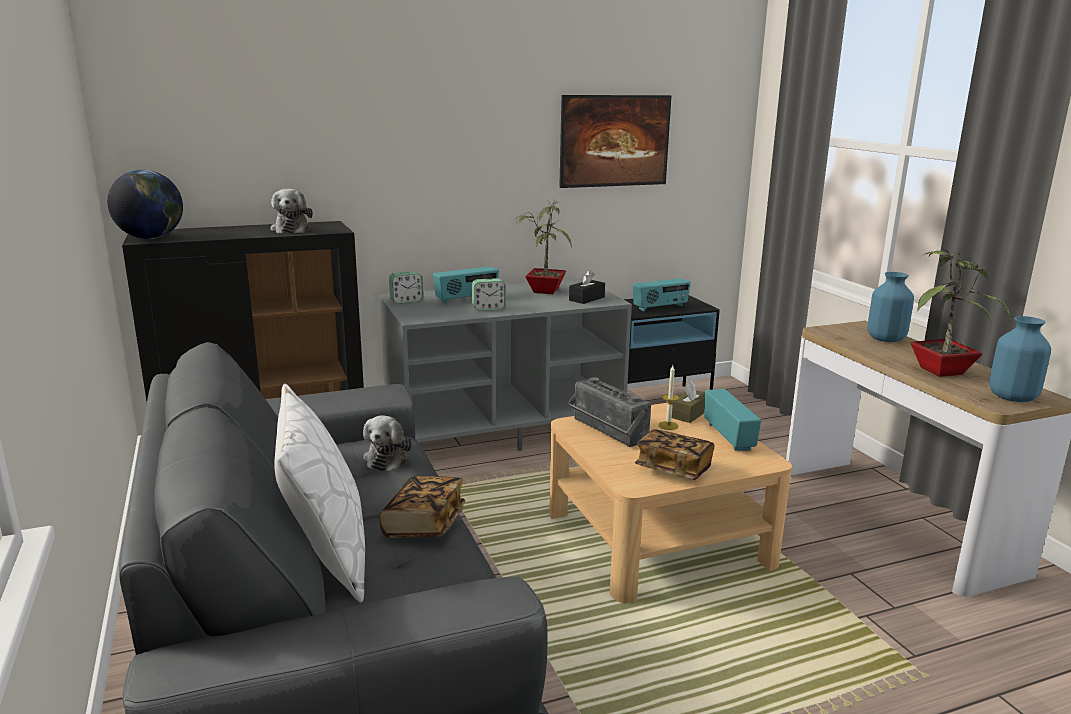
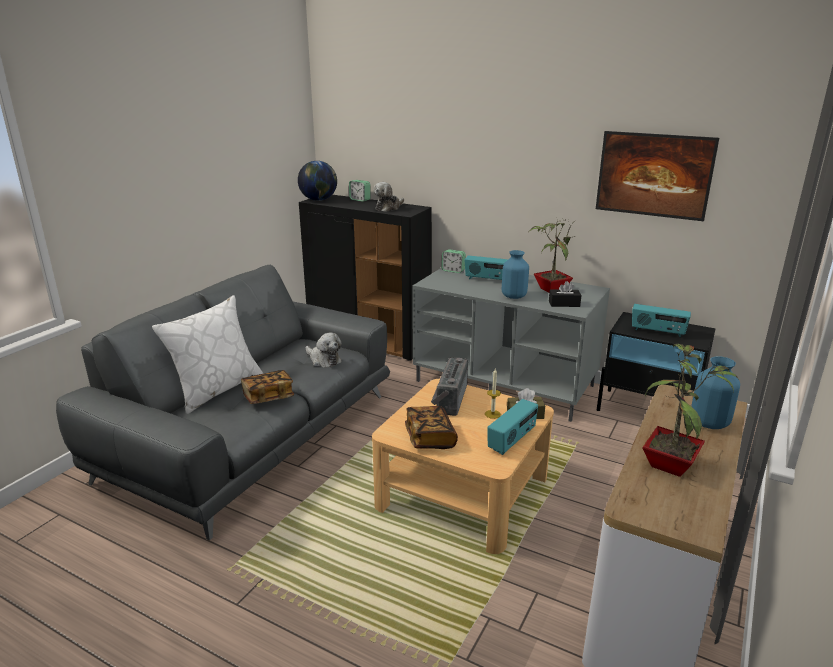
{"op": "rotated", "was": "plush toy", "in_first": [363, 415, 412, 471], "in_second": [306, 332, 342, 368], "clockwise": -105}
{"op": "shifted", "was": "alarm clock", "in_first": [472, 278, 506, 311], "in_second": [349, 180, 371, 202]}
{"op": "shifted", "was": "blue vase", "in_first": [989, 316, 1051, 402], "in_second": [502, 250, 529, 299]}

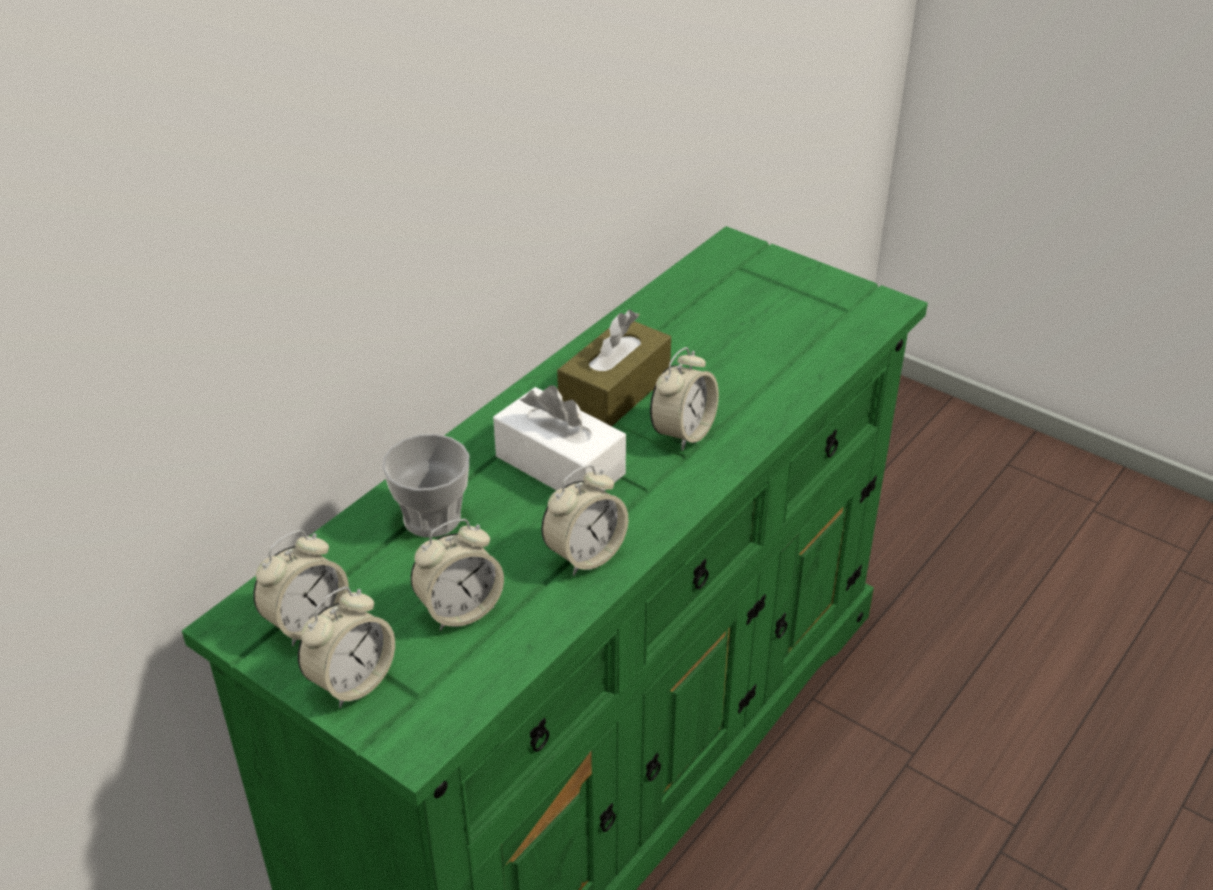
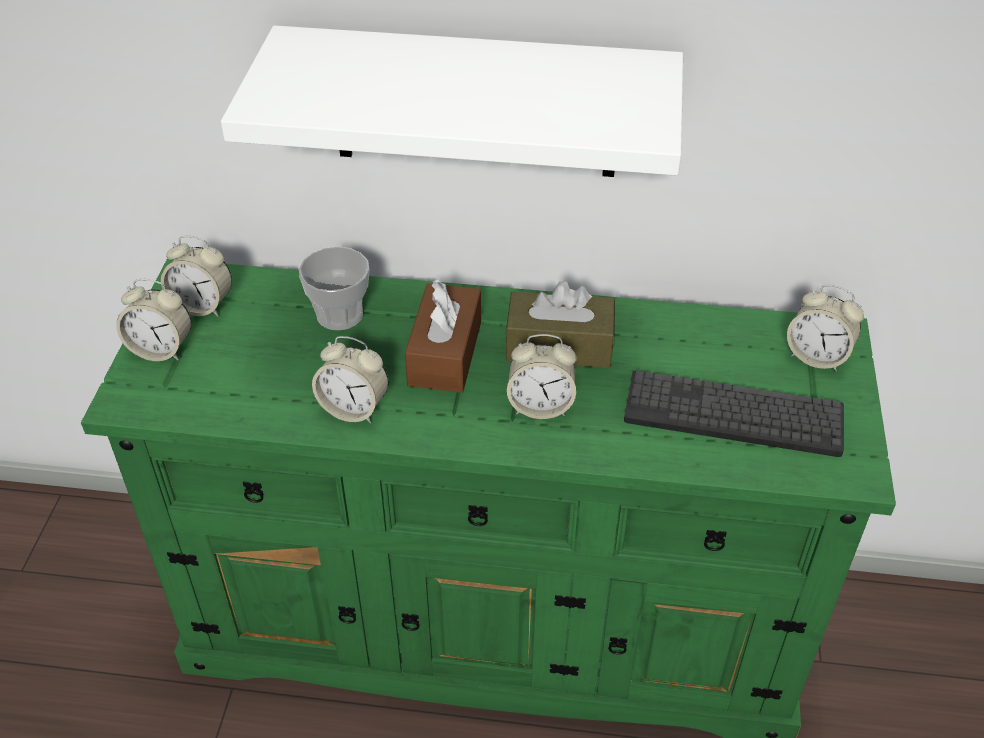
{"op": "shifted", "was": "alarm clock", "in_first": [411, 519, 504, 631], "in_second": [787, 284, 864, 372]}
{"op": "repainted", "was": "white tissue box", "now": "brown tissue box", "in_first": [493, 385, 626, 491], "in_second": [405, 280, 481, 393]}
{"op": "new", "now": "white shelf", "in_second": [221, 25, 683, 177]}
{"op": "new", "now": "keyboard", "in_second": [624, 370, 844, 457]}

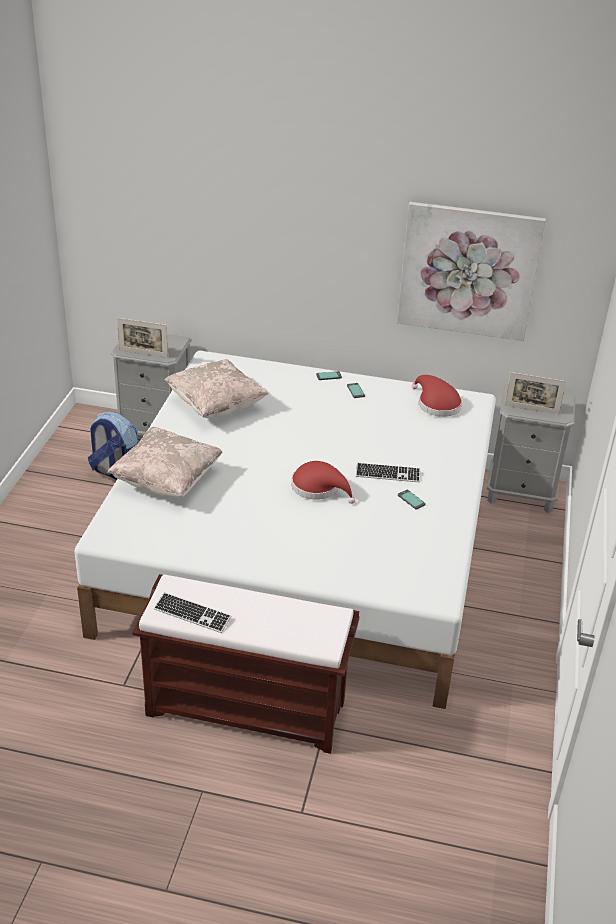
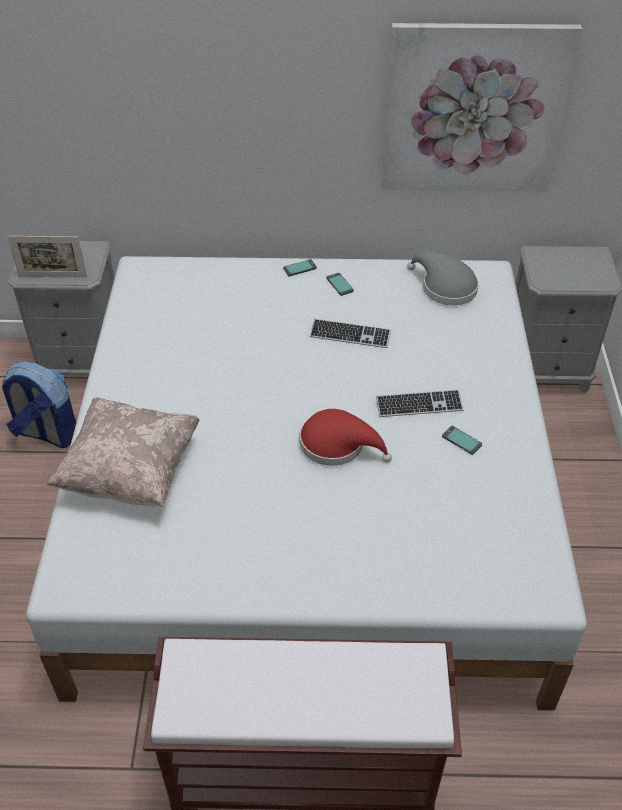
{"op": "shifted", "was": "keyboard", "in_first": [154, 592, 232, 633], "in_second": [310, 319, 391, 348]}
{"op": "gone", "was": "beige pillow", "in_first": [165, 359, 269, 418]}
{"op": "repainted", "was": "red hat", "now": "grey hat", "in_first": [411, 375, 462, 417], "in_second": [407, 251, 479, 305]}
{"op": "gone", "was": "picture frame", "in_first": [505, 372, 566, 415]}

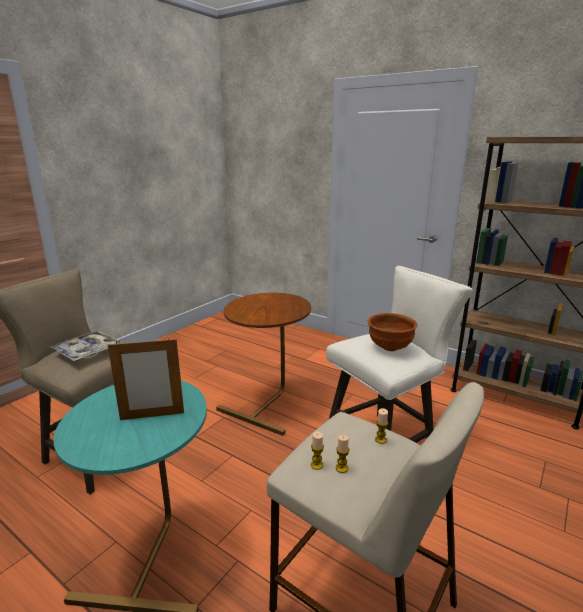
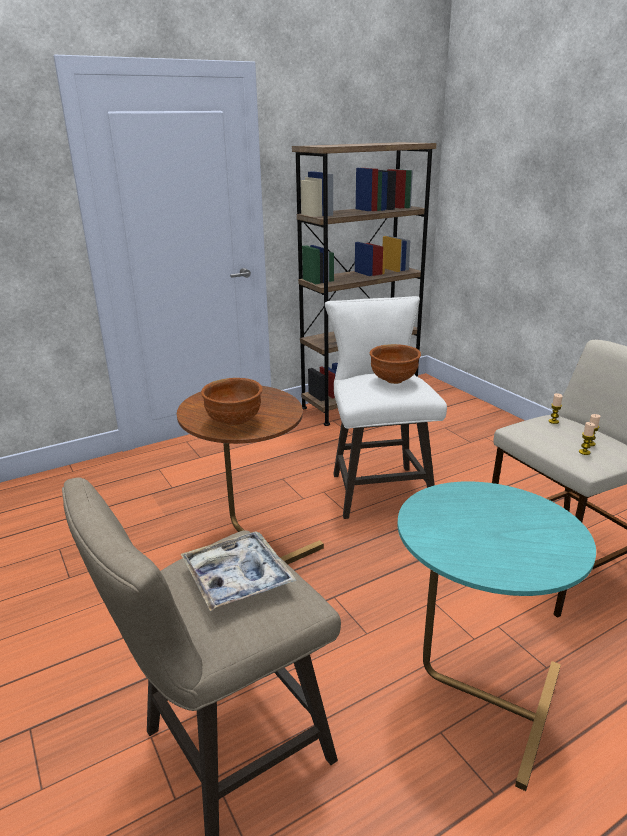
{"op": "gone", "was": "picture frame", "in_first": [108, 337, 184, 420]}
{"op": "new", "now": "brown bowl", "in_second": [201, 378, 263, 426]}

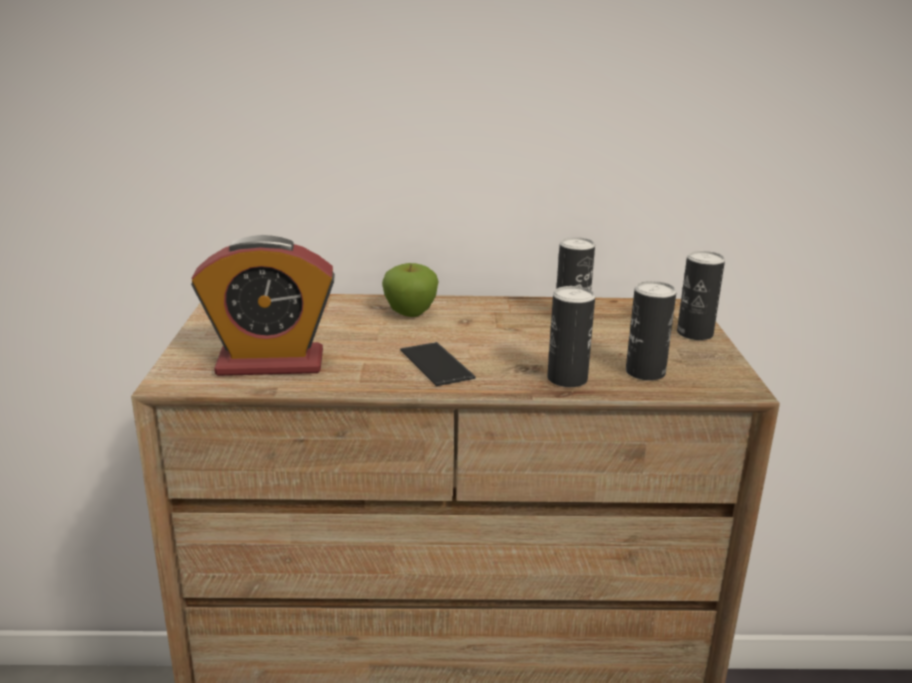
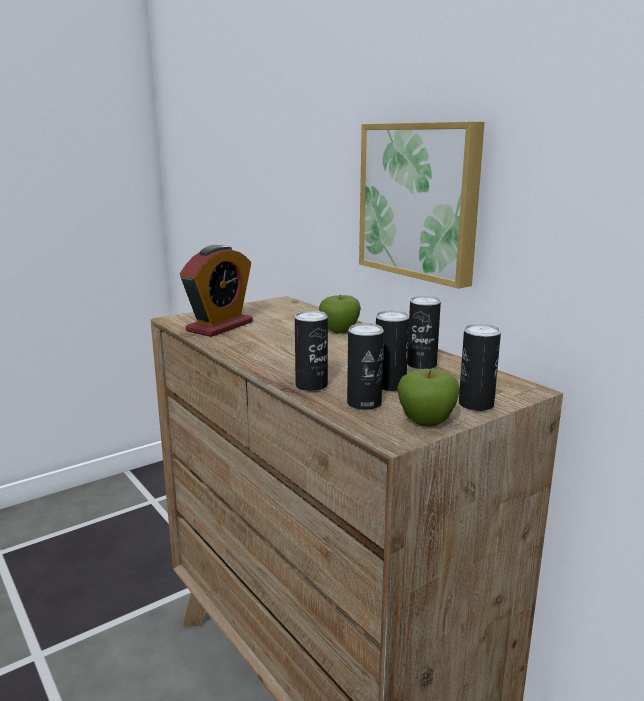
{"op": "rotated", "was": "alarm clock", "in_first": [191, 235, 335, 376], "in_second": [180, 245, 253, 337], "clockwise": -105}
{"op": "gone", "was": "phone", "in_first": [400, 342, 476, 386]}
{"op": "new", "now": "picture", "in_second": [359, 121, 485, 289]}
{"op": "new", "now": "can", "in_second": [376, 310, 409, 391]}
{"op": "new", "now": "apple", "in_second": [397, 369, 460, 427]}

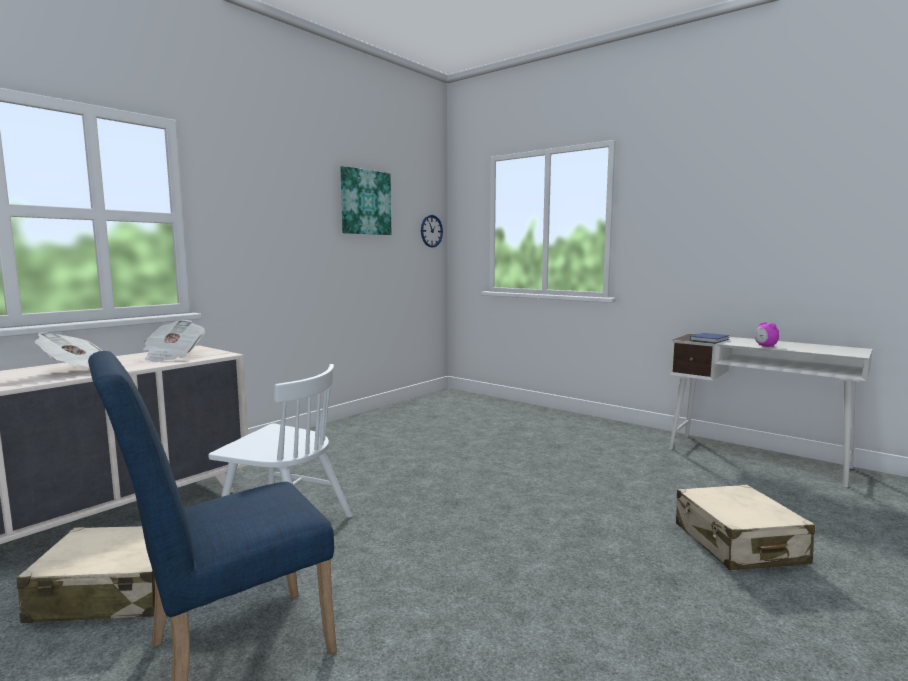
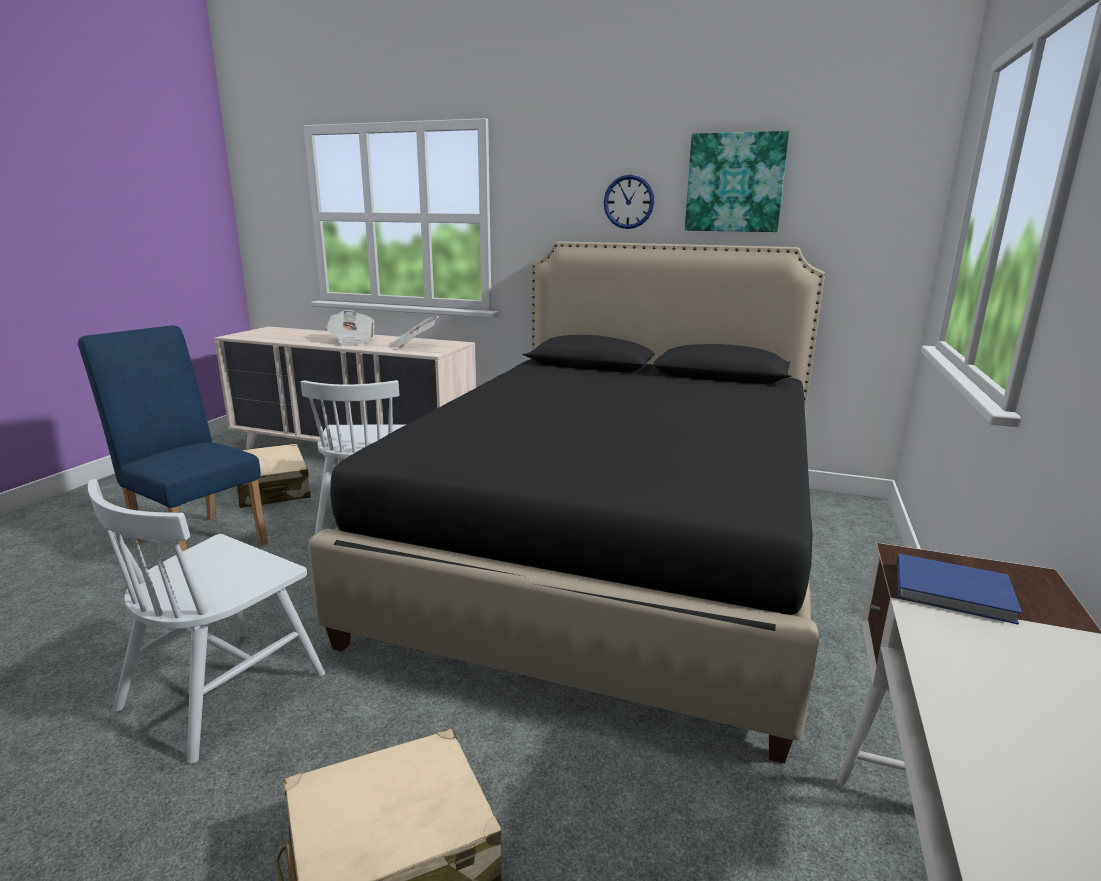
{"op": "shifted", "was": "wall clock", "in_first": [421, 215, 443, 248], "in_second": [604, 175, 654, 229]}
{"op": "gone", "was": "alarm clock", "in_first": [755, 322, 779, 347]}
{"op": "new", "now": "white chair", "in_second": [88, 479, 325, 764]}
{"op": "new", "now": "black bed", "in_second": [308, 241, 825, 764]}

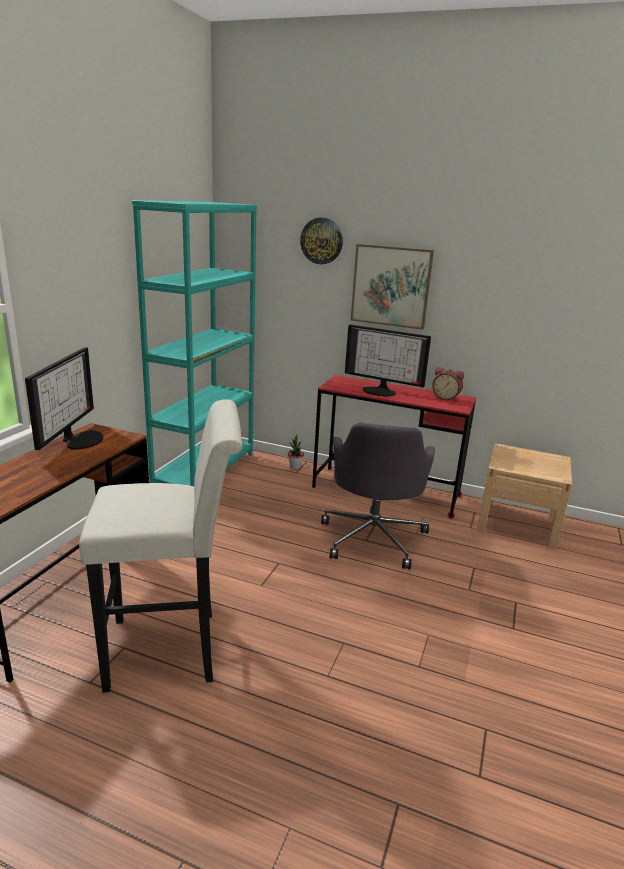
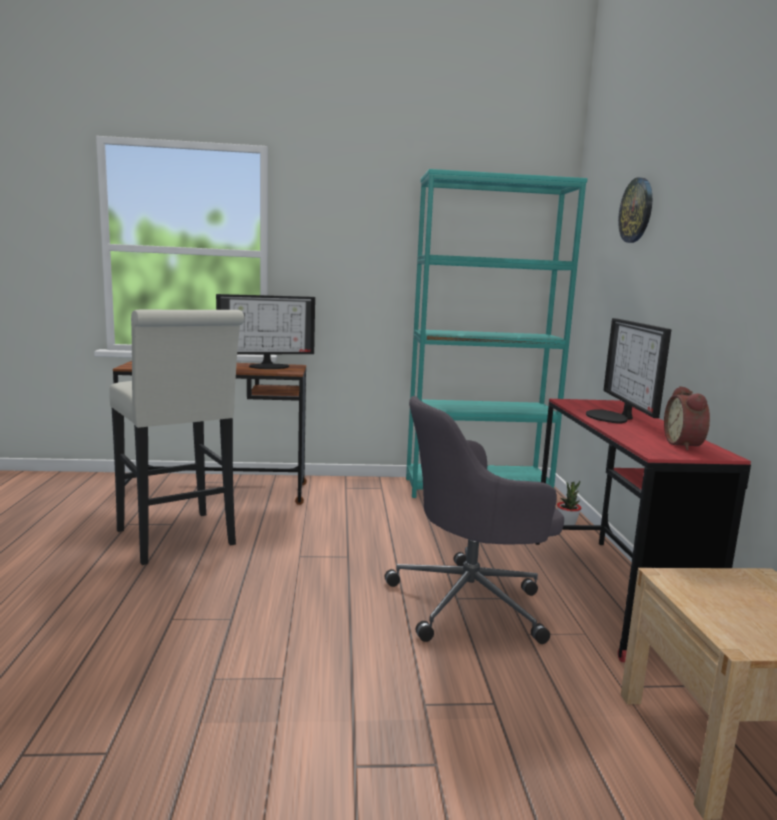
{"op": "gone", "was": "picture", "in_first": [351, 244, 434, 330]}

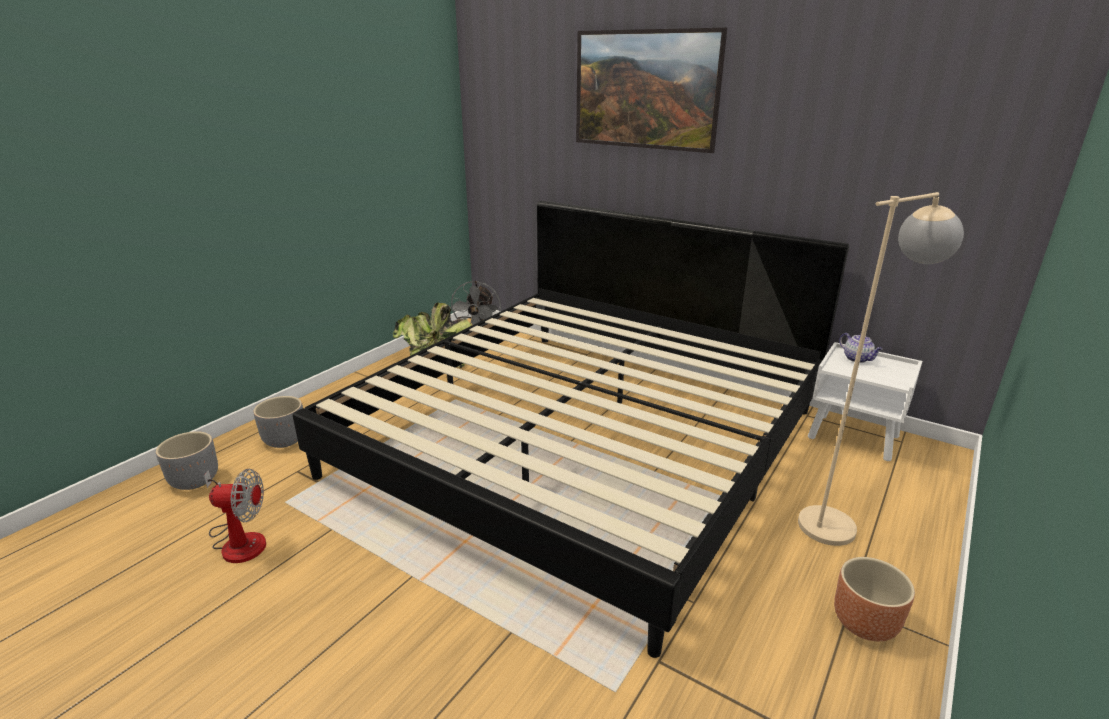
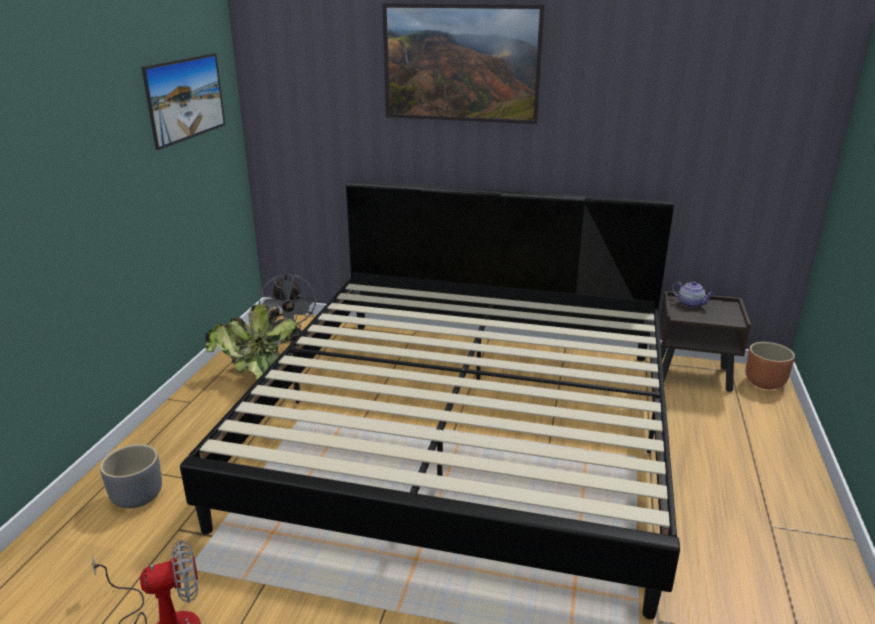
{"op": "gone", "was": "grey planter", "in_first": [156, 431, 218, 490]}
{"op": "gone", "was": "beige floor lamp", "in_first": [798, 192, 964, 546]}
{"op": "repainted", "was": "white nightstand", "now": "brown nightstand", "in_first": [808, 342, 923, 461], "in_second": [660, 291, 751, 392]}
{"op": "shifted", "was": "brown planter", "in_first": [834, 557, 915, 641], "in_second": [746, 342, 795, 389]}
{"op": "new", "now": "picture", "in_second": [141, 53, 225, 150]}

